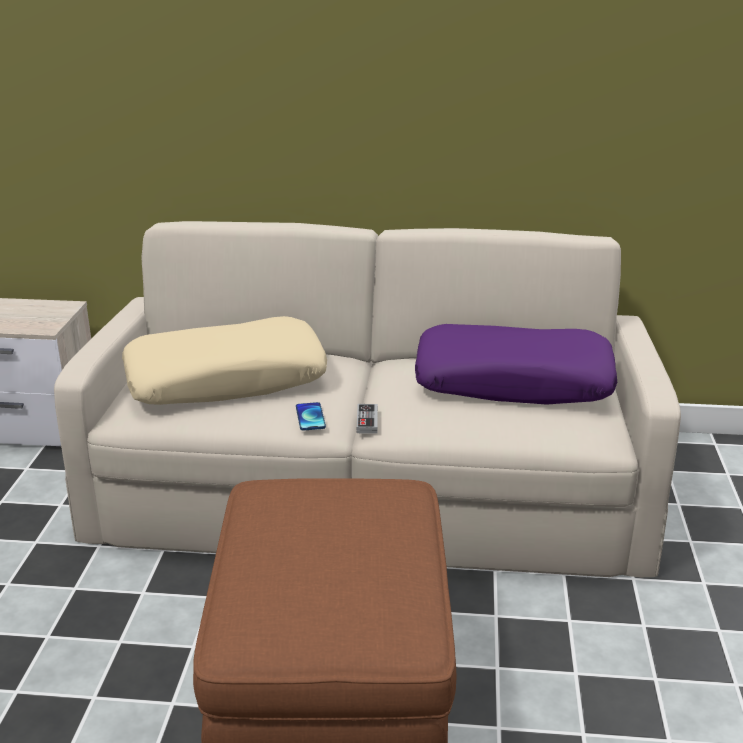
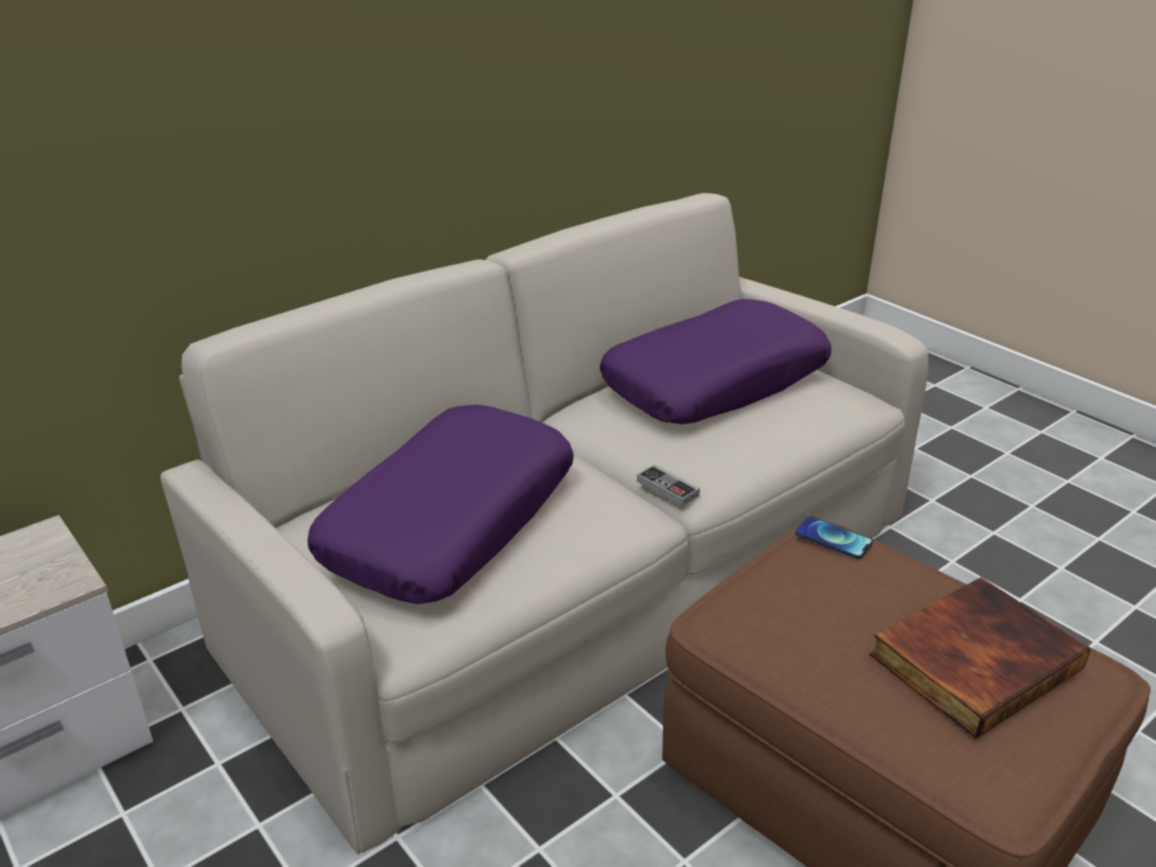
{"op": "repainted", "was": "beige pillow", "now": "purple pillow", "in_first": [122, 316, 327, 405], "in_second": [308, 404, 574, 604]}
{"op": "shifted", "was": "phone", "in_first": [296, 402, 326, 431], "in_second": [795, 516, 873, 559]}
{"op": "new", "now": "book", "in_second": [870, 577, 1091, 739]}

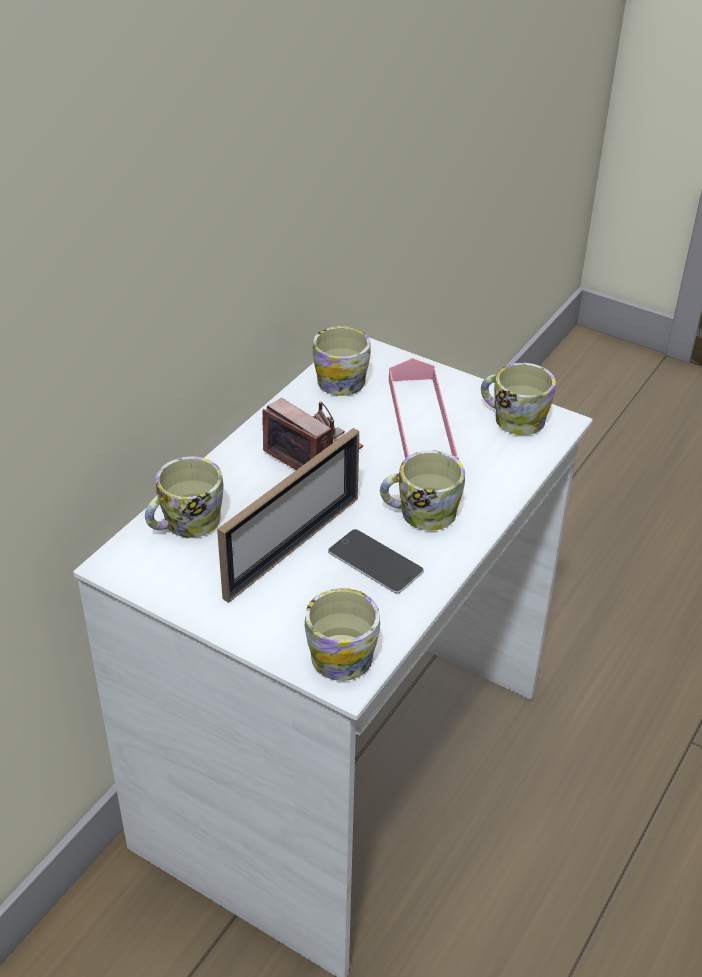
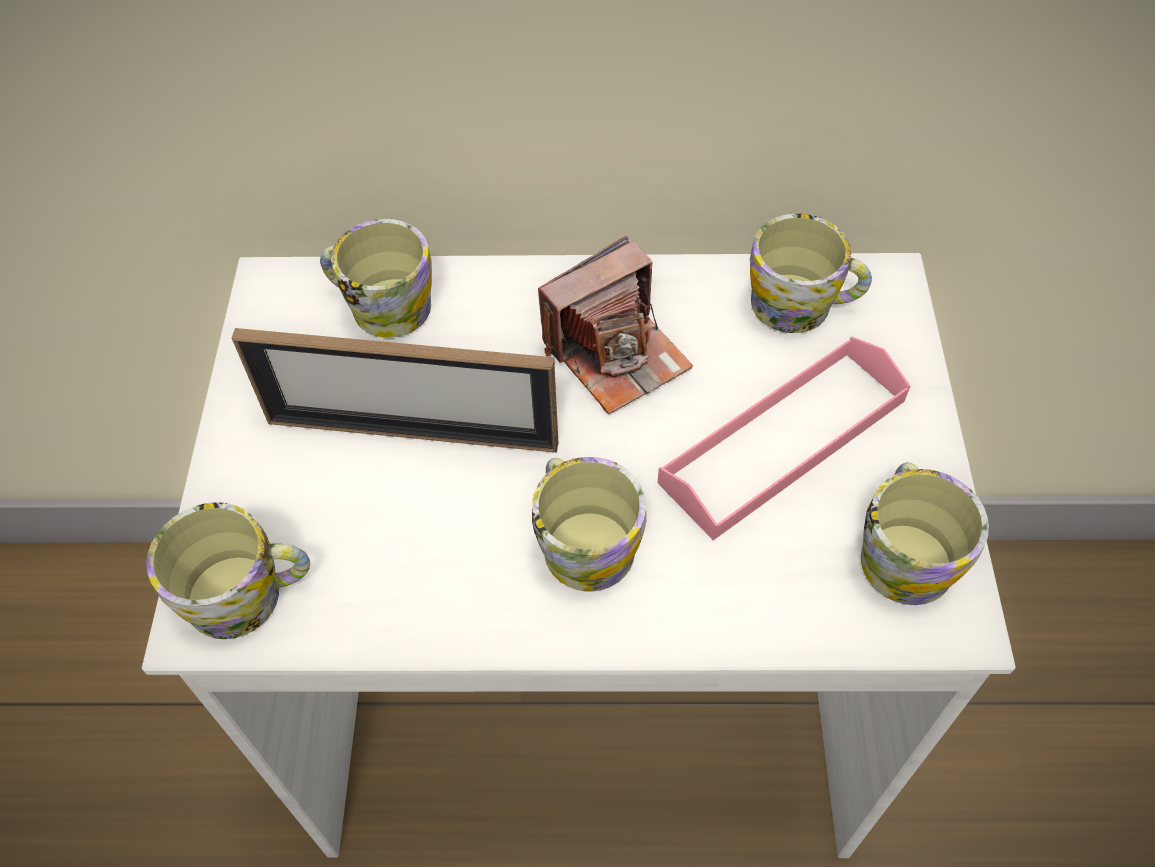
{"op": "rotated", "was": "photo camera", "in_first": [262, 398, 363, 470], "in_second": [538, 236, 693, 414], "clockwise": 45}
{"op": "gone", "was": "phone", "in_first": [328, 529, 424, 594]}

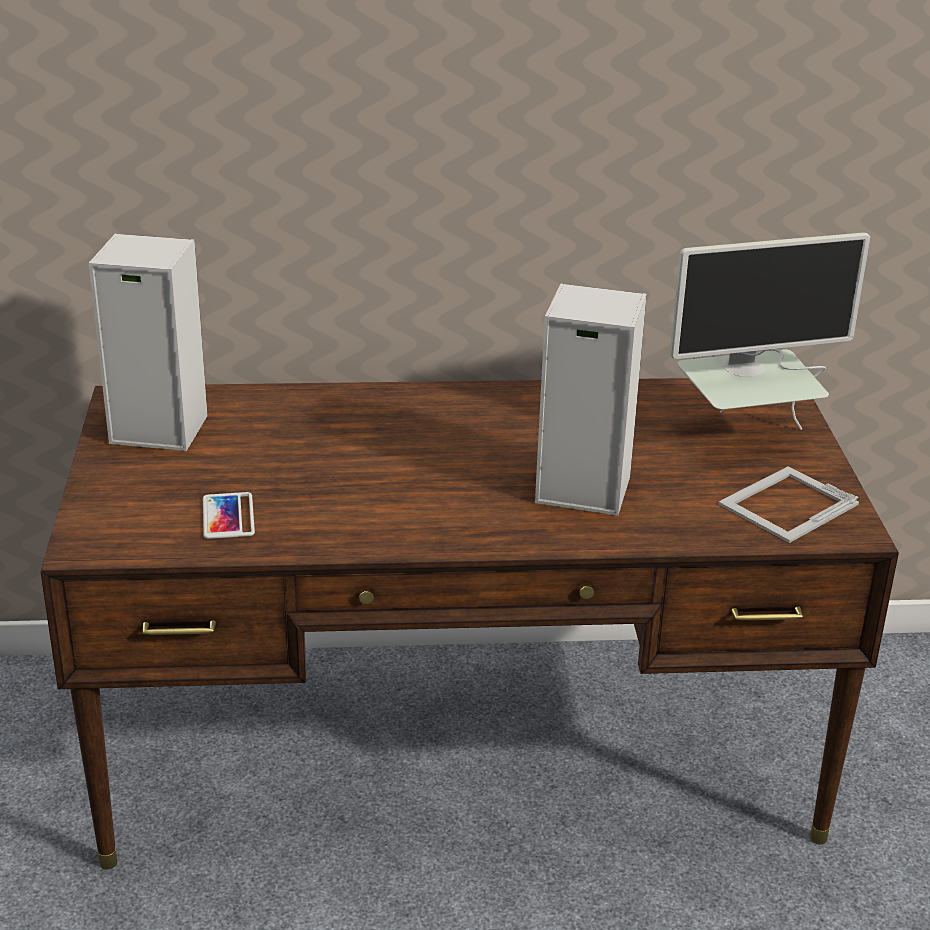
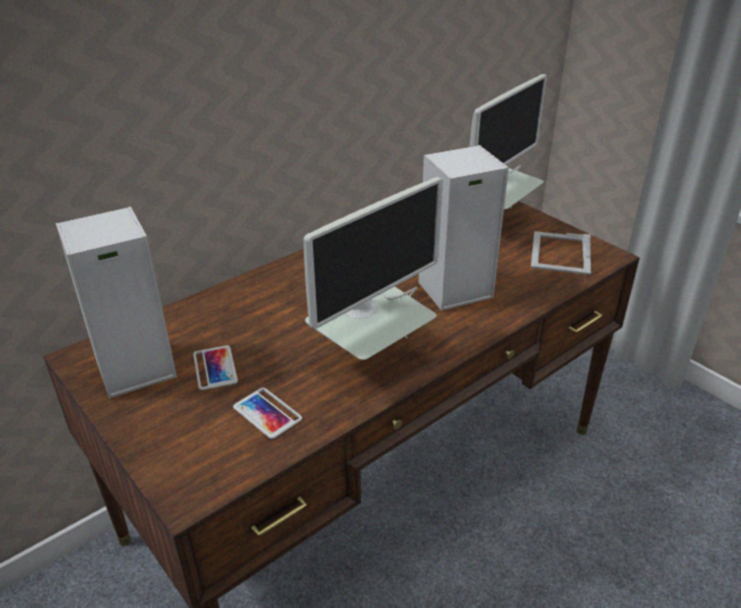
{"op": "new", "now": "phone", "in_second": [193, 345, 238, 390]}
{"op": "new", "now": "monitor", "in_second": [303, 177, 443, 360]}

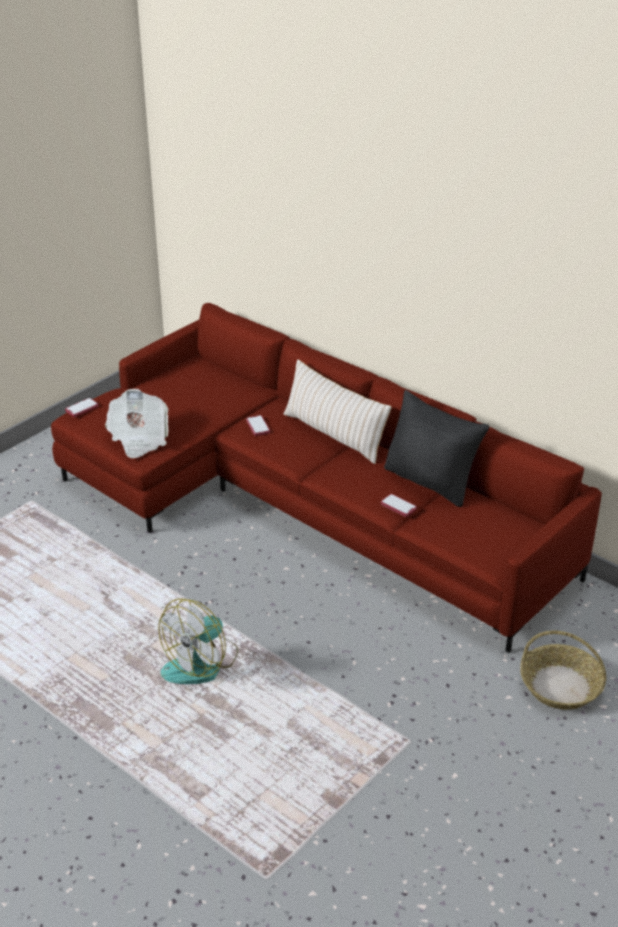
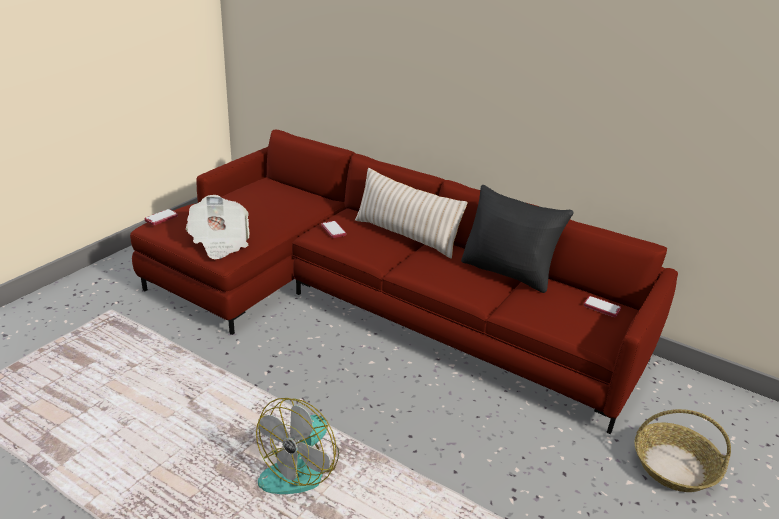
{"op": "shifted", "was": "phone", "in_first": [381, 494, 417, 517], "in_second": [583, 296, 621, 317]}

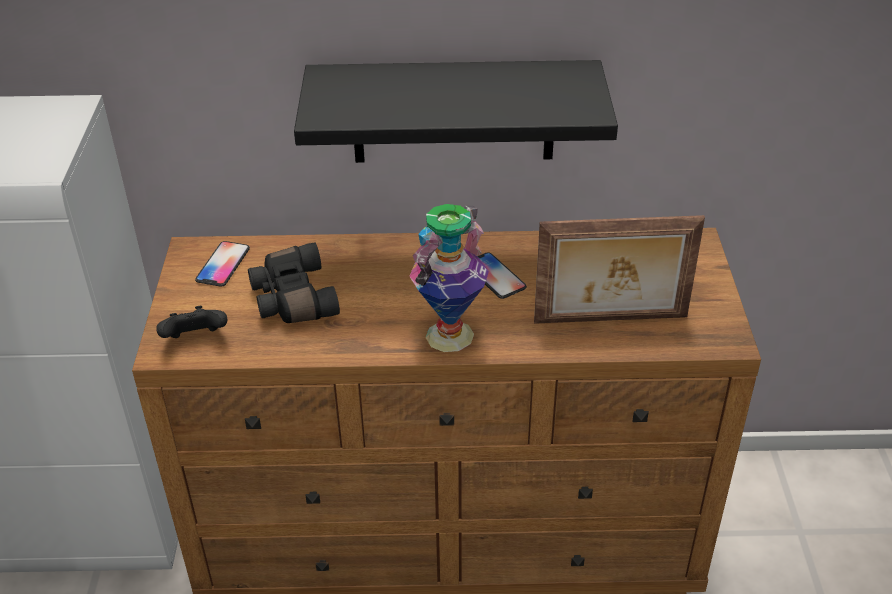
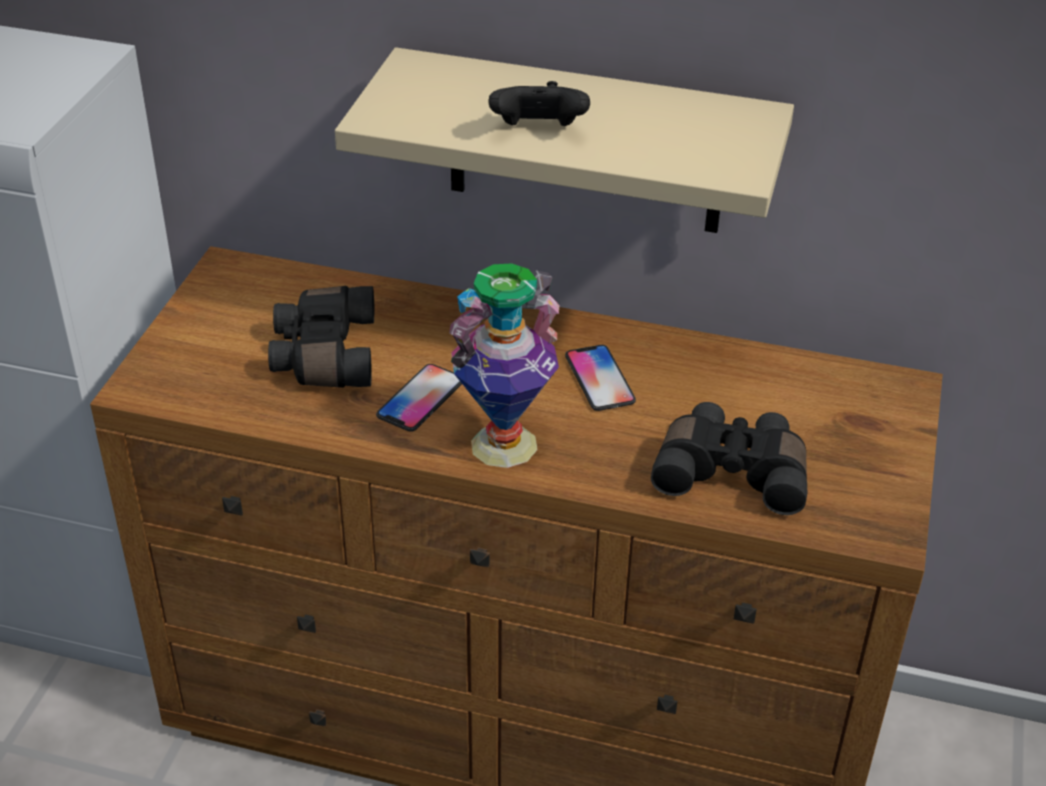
{"op": "shifted", "was": "black game controller", "in_first": [156, 306, 227, 338], "in_second": [489, 81, 590, 126]}
{"op": "shifted", "was": "phone", "in_first": [195, 241, 250, 287], "in_second": [376, 364, 462, 432]}
{"op": "repainted", "was": "black shelf", "now": "beige shelf", "in_first": [294, 60, 618, 163], "in_second": [335, 47, 794, 233]}
{"op": "swapped", "was": "picture frame", "now": "black binoculars", "in_first": [534, 215, 705, 324], "in_second": [651, 402, 807, 515]}

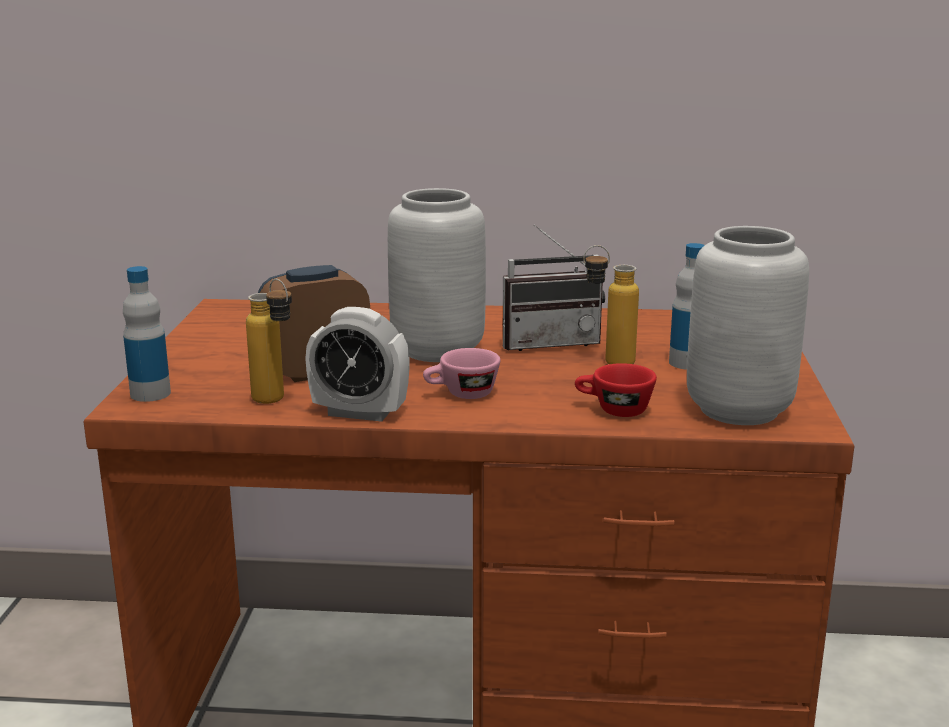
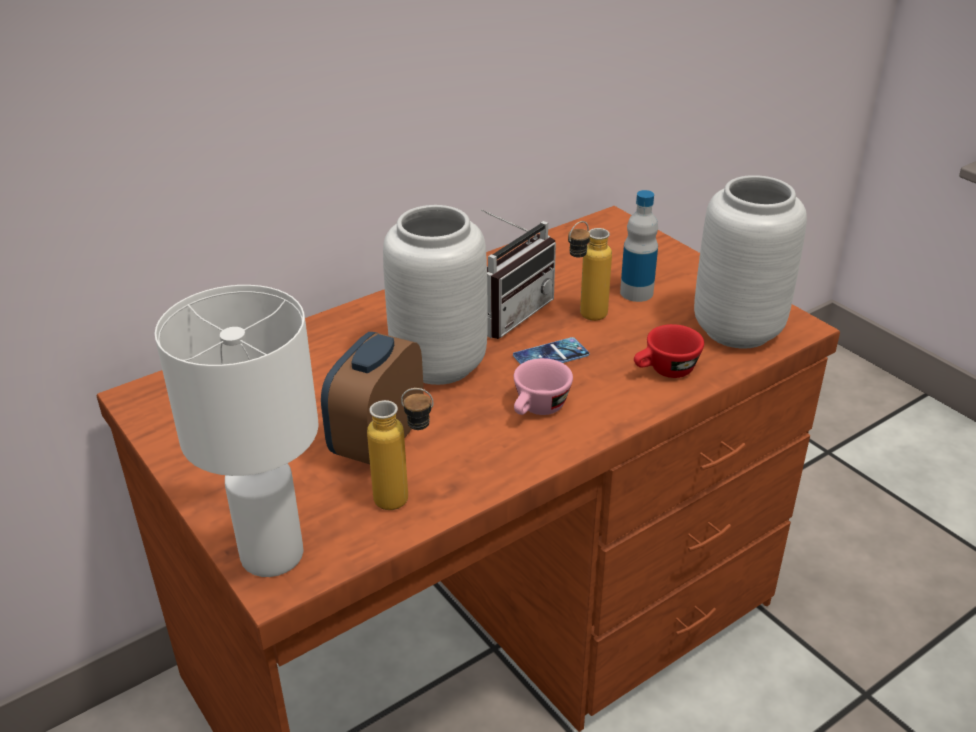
{"op": "swapped", "was": "bottle", "now": "white table lamp", "in_first": [123, 266, 171, 402], "in_second": [155, 285, 319, 577]}
{"op": "gone", "was": "alarm clock", "in_first": [305, 307, 410, 422]}
{"op": "new", "now": "phone", "in_second": [513, 337, 589, 364]}

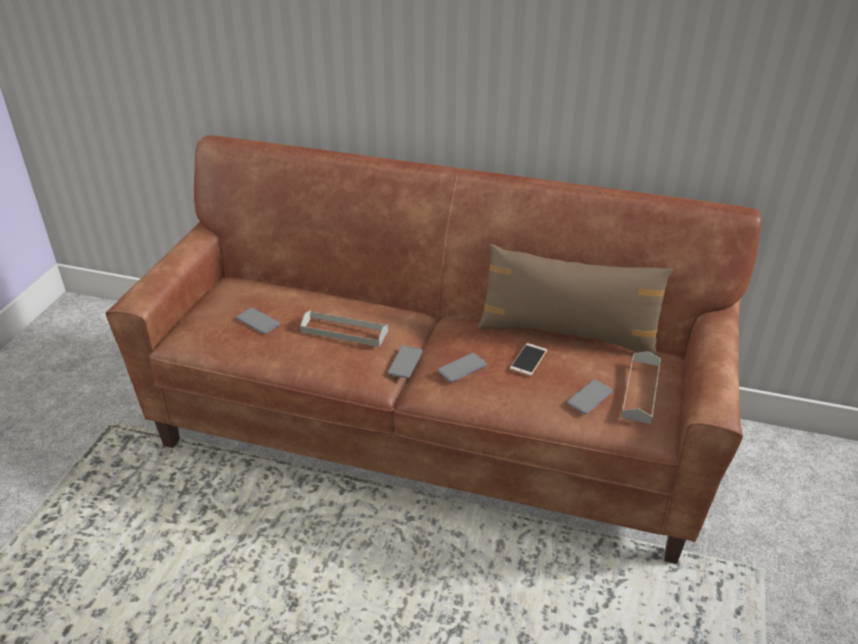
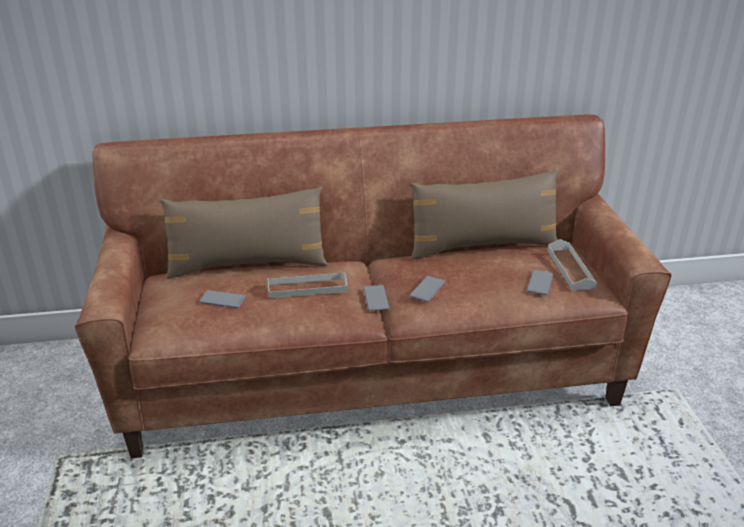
{"op": "gone", "was": "phone", "in_first": [510, 343, 547, 376]}
{"op": "new", "now": "brown pillow", "in_second": [160, 187, 328, 279]}

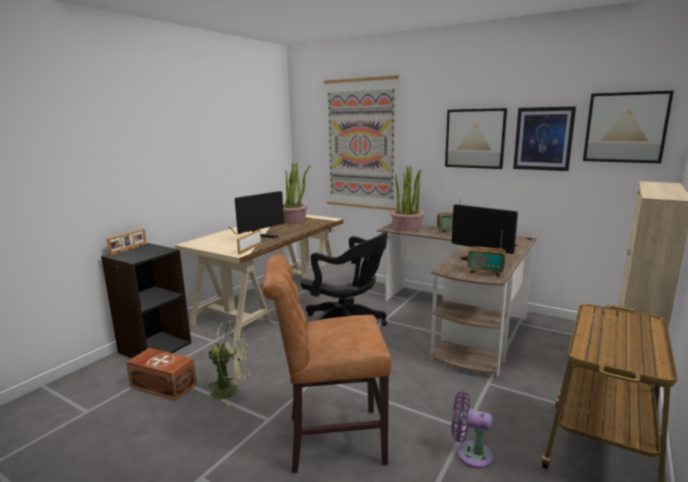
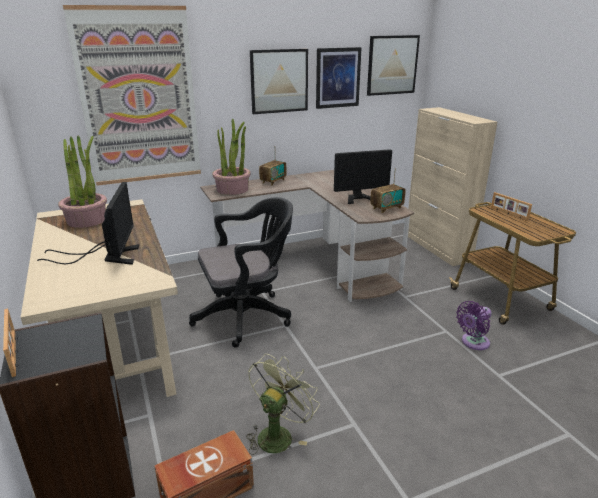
{"op": "shifted", "was": "picture frame", "in_first": [237, 229, 261, 255], "in_second": [491, 192, 532, 221]}
{"op": "gone", "was": "brown chair", "in_first": [262, 254, 391, 473]}

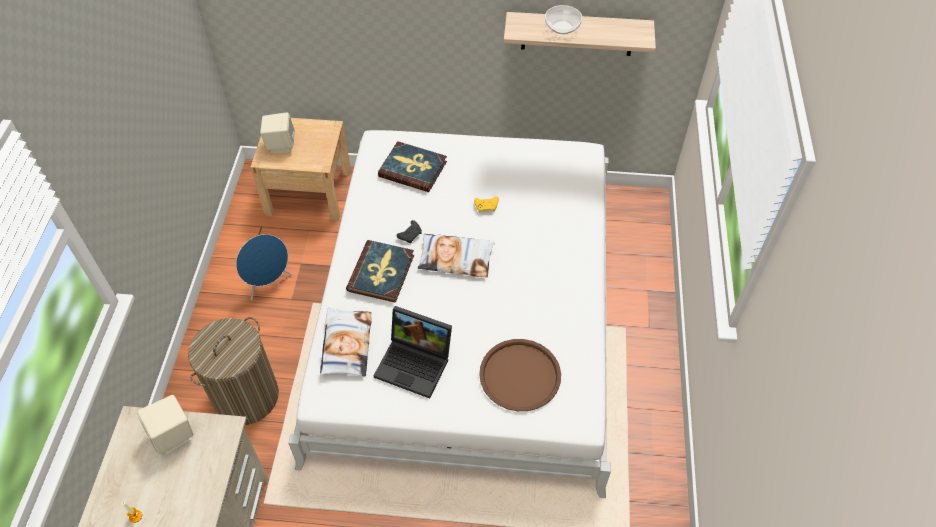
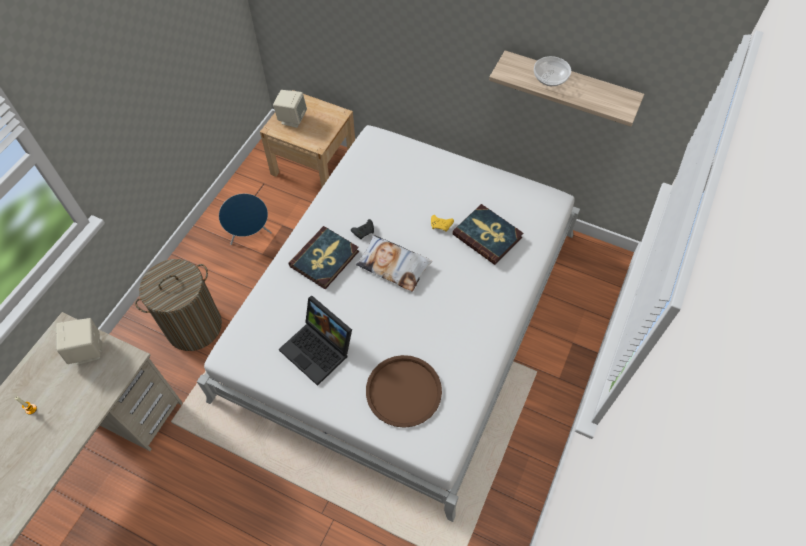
{"op": "gone", "was": "pillow", "in_first": [320, 307, 372, 376]}
{"op": "shifted", "was": "book", "in_first": [378, 141, 447, 192], "in_second": [452, 204, 523, 265]}

